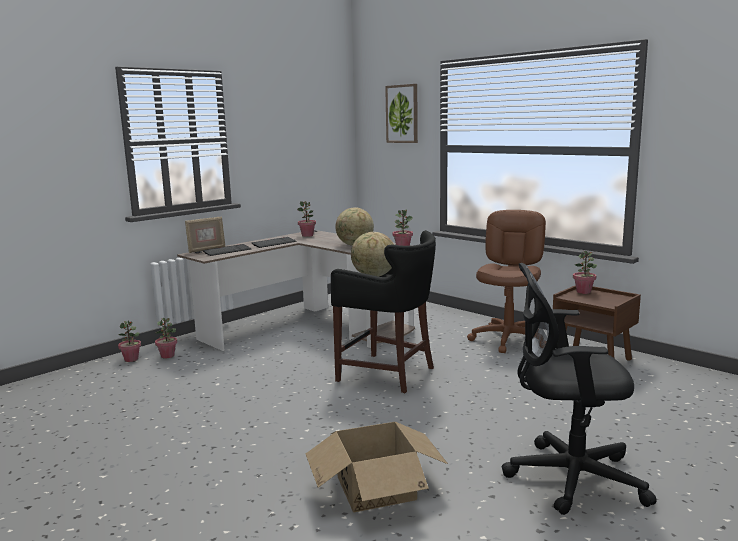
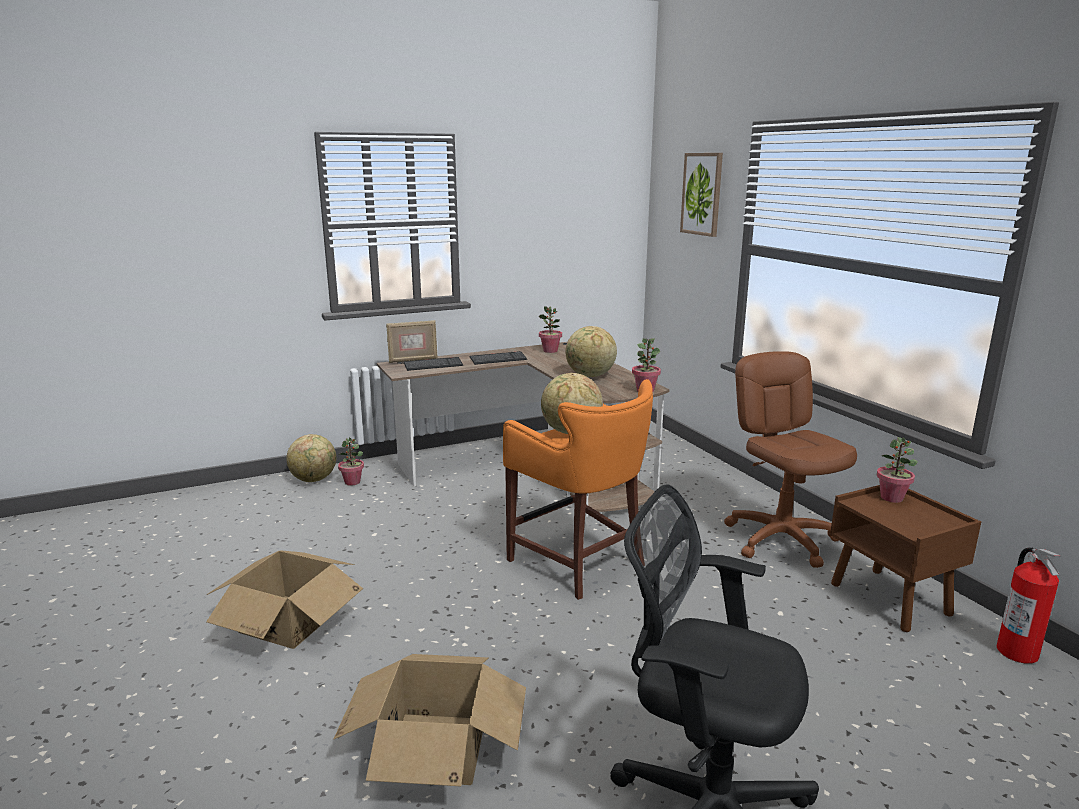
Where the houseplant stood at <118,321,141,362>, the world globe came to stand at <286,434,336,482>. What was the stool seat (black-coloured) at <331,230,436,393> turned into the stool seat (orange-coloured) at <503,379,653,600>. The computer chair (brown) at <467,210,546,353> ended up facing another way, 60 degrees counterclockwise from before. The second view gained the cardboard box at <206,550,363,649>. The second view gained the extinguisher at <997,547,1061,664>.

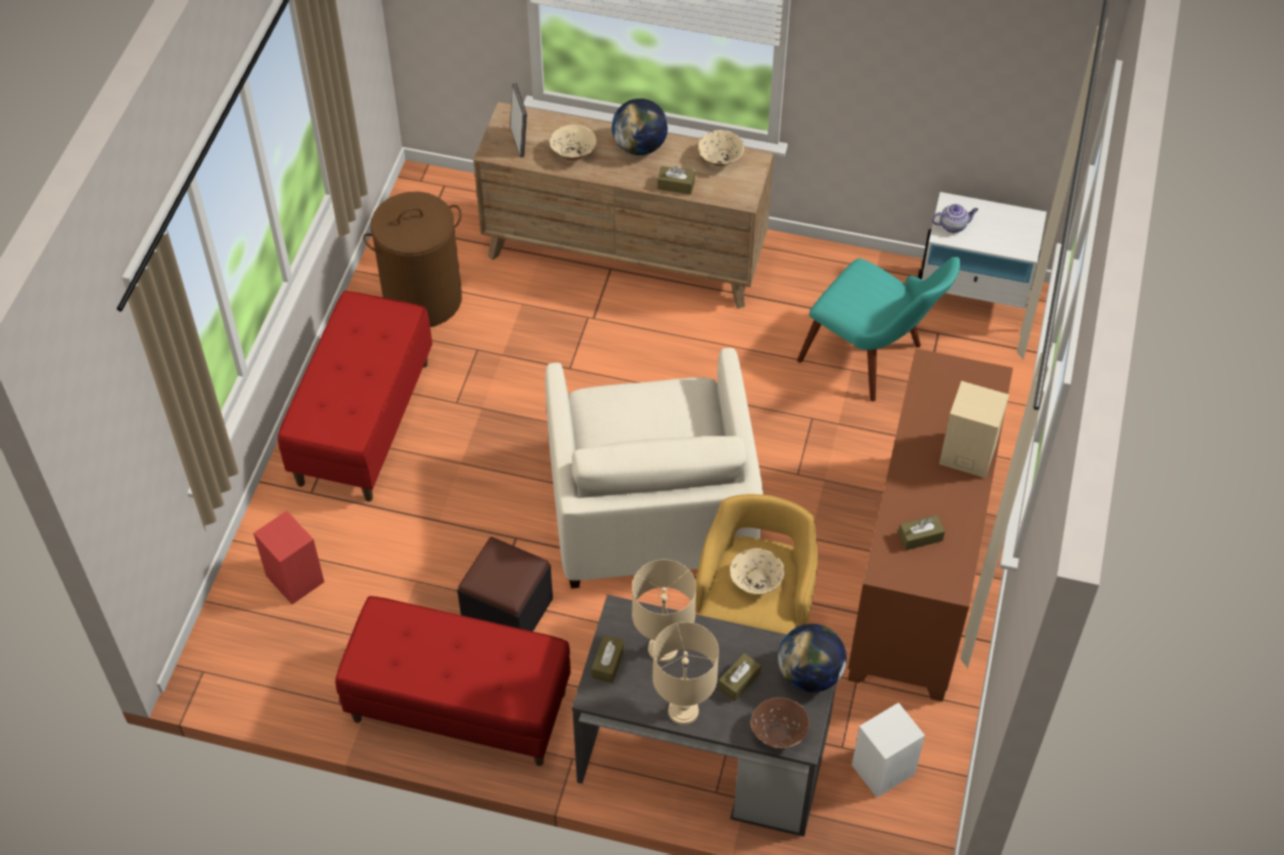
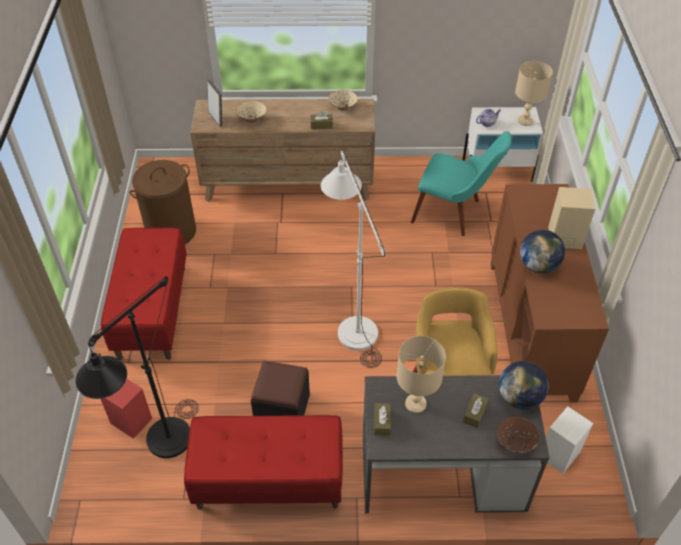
Where the lounge chair (beige-coloured) stood at <545,348,763,589>, the standing lamp (white-coloured) came to stand at <321,150,385,368>. The world globe ended up elsewhere, having gone from <612,98,668,155> to <520,230,565,273>. The table lamp (beige-coloured) ended up elsewhere, having gone from <653,622,719,725> to <515,61,553,126>. The second view lost the serving bowl (beige-coloured) at <730,548,785,594>. The second view lost the tissue box (brown) at <898,515,945,550>. The second view gained the standing lamp (black-coloured) at <75,276,199,458>.

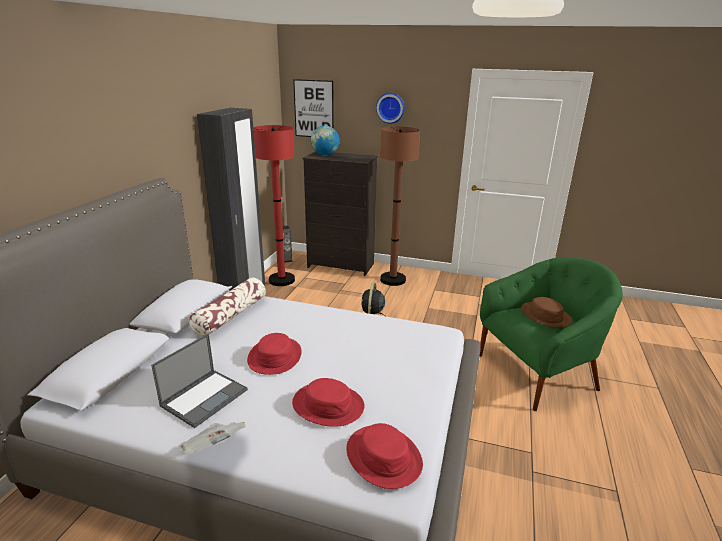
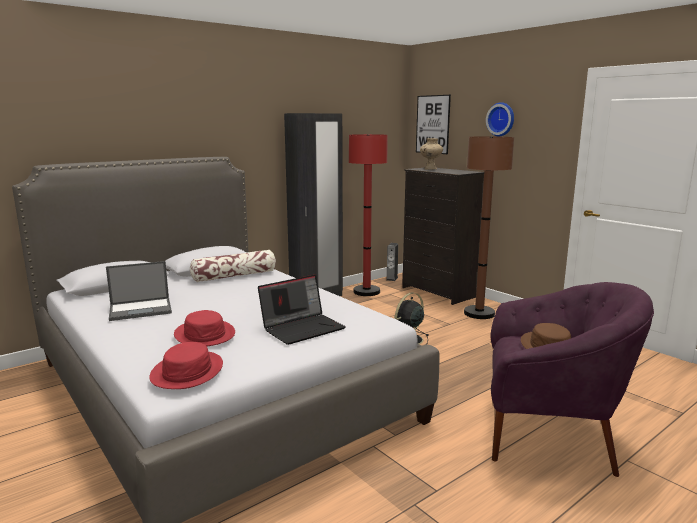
The second view lost the daily paper at <179,422,246,454>. The second view lost the clothing hat (reddish) at <247,333,302,375>. Where the world globe stood at <311,126,340,155>, the vase (beige-coloured) came to stand at <420,138,443,170>. What was the lounge chair (greenish) at <480,257,623,411> turned into the lounge chair (purple-coloured) at <491,282,654,477>. The second view gained the laptop at <258,275,346,345>.

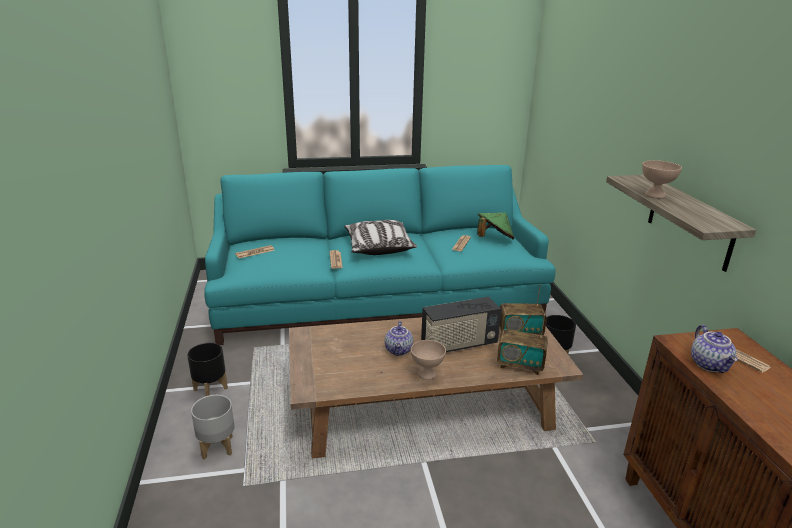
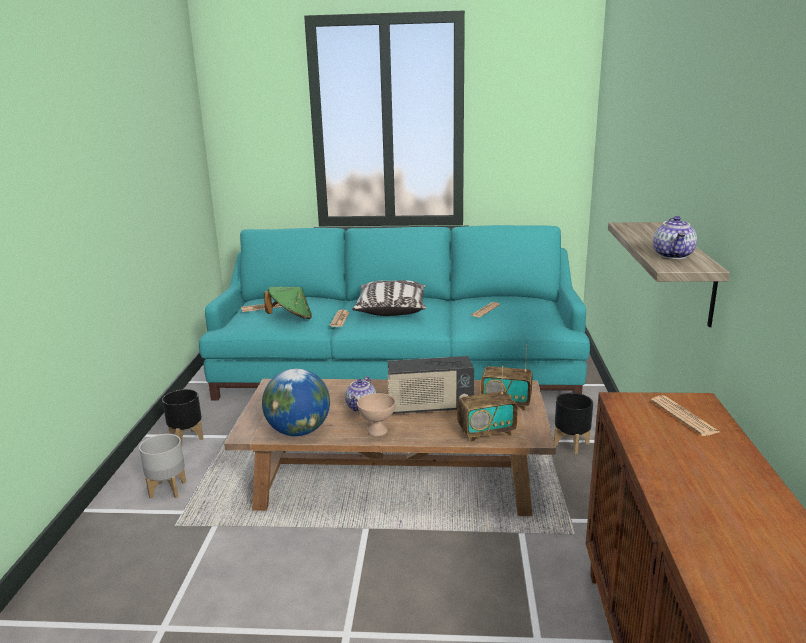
The clothing hat (greenish) ended up elsewhere, having gone from <477,212,515,239> to <264,287,312,319>. The radio set at <497,314,548,375> ended up facing another way, 45 degrees counterclockwise from before. The second view lost the serving bowl (beige-coloured) at <642,160,682,199>. The pot for tea ended up elsewhere, having gone from <691,325,738,373> to <653,216,697,259>. The second view gained the world globe at <262,369,330,436>.

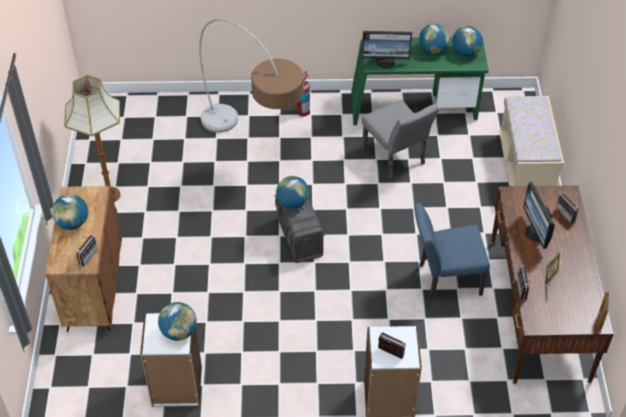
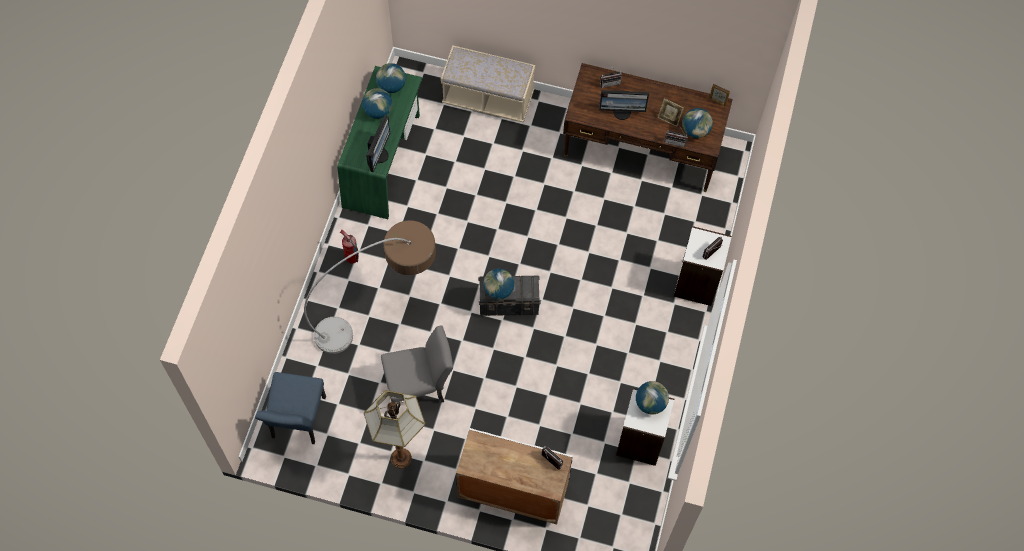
What was the cupboard (brown) at <45,186,122,332> turned into the cupboard (white-coloured) at <456,428,573,524>. The world globe ended up elsewhere, having gone from <52,194,88,230> to <682,108,713,138>. The upright chair (grey) ended up elsewhere, having gone from <362,100,439,180> to <381,325,453,408>. The upright chair (blue-coloured) ended up elsewhere, having gone from <414,203,490,301> to <255,372,326,444>.

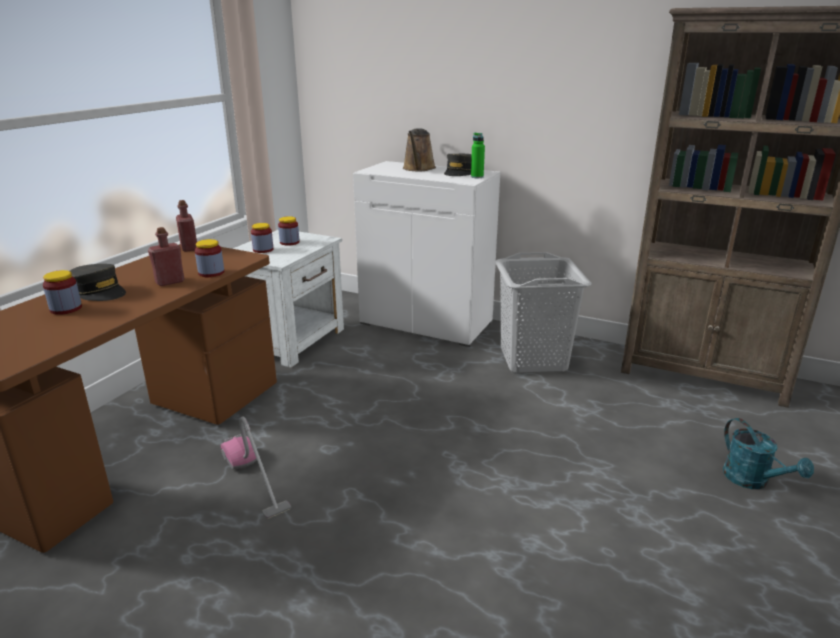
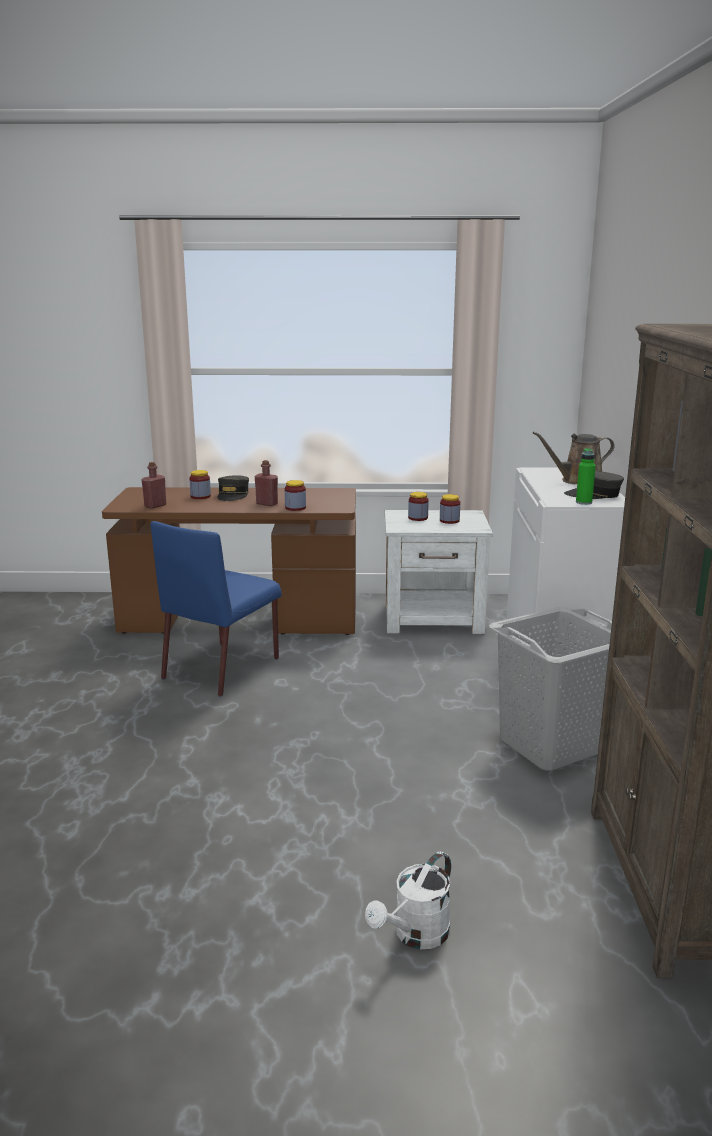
The drink bottle (reddish) ended up elsewhere, having gone from <176,200,197,252> to <142,462,166,509>. Where the vacuum stood at <221,416,291,519>, the upright chair (blue-coloured) came to stand at <151,521,282,696>. What was the watering can (turquoise-coloured) at <723,418,814,489> turned into the watering can (white-coloured) at <365,852,451,949>.

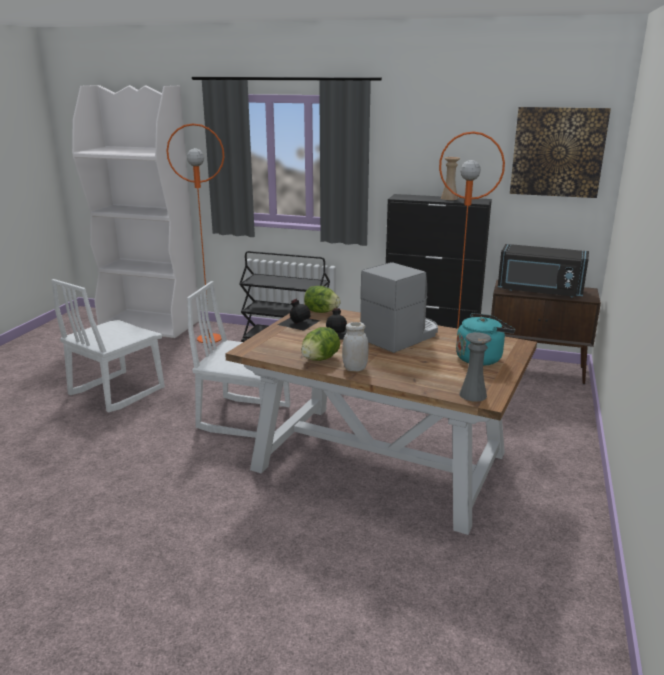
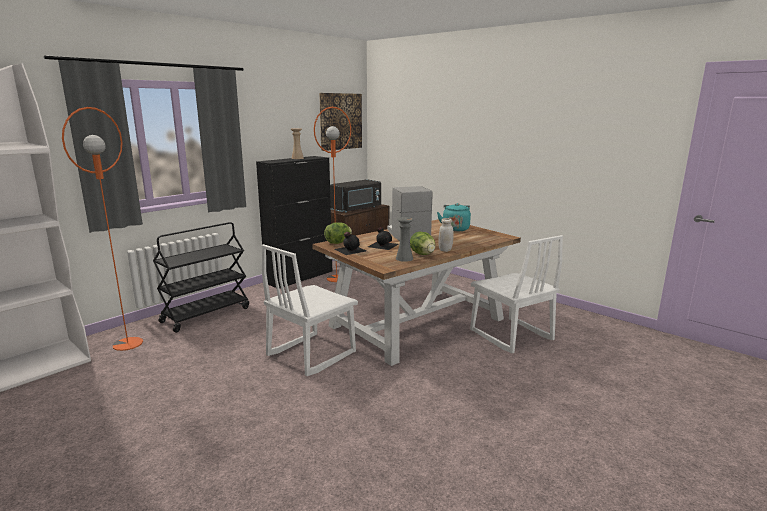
The upright chair (white-coloured) ended up elsewhere, having gone from <51,279,165,412> to <470,235,563,353>. The vase (grey) ended up elsewhere, having gone from <459,332,492,402> to <396,217,413,262>.

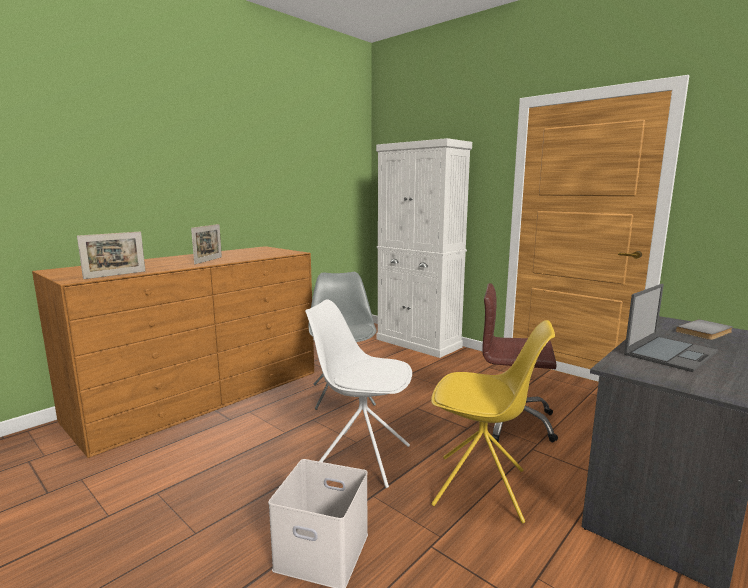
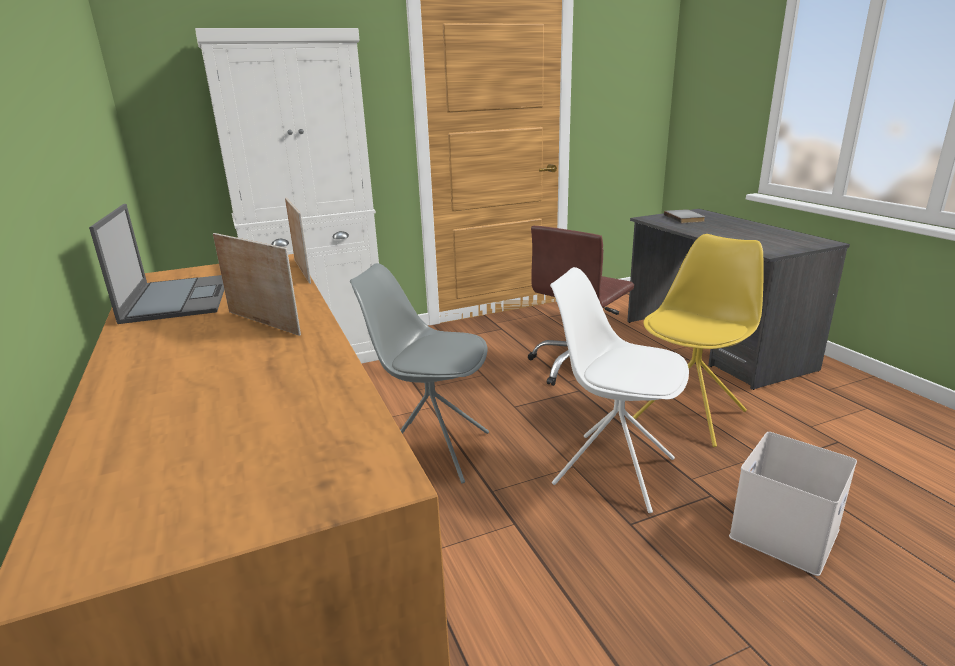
The picture frame ended up elsewhere, having gone from <77,231,146,279> to <285,197,311,284>. The upright chair (white-coloured) at <305,300,412,488> ended up facing another way, 75 degrees clockwise from before. The laptop ended up elsewhere, having gone from <624,284,718,372> to <89,204,224,324>.

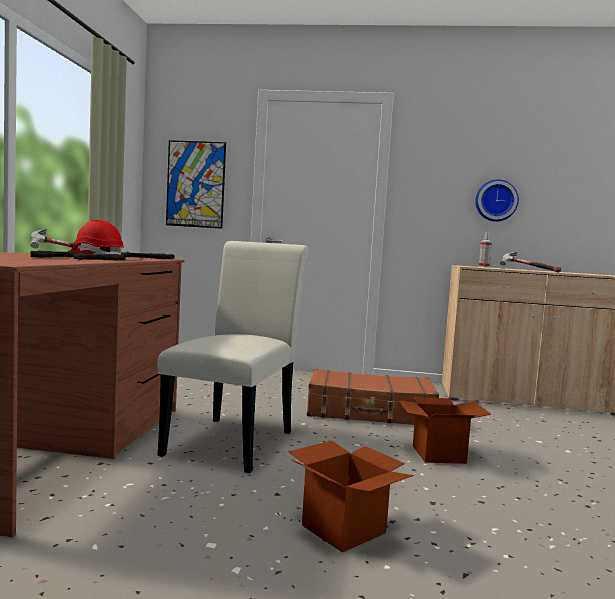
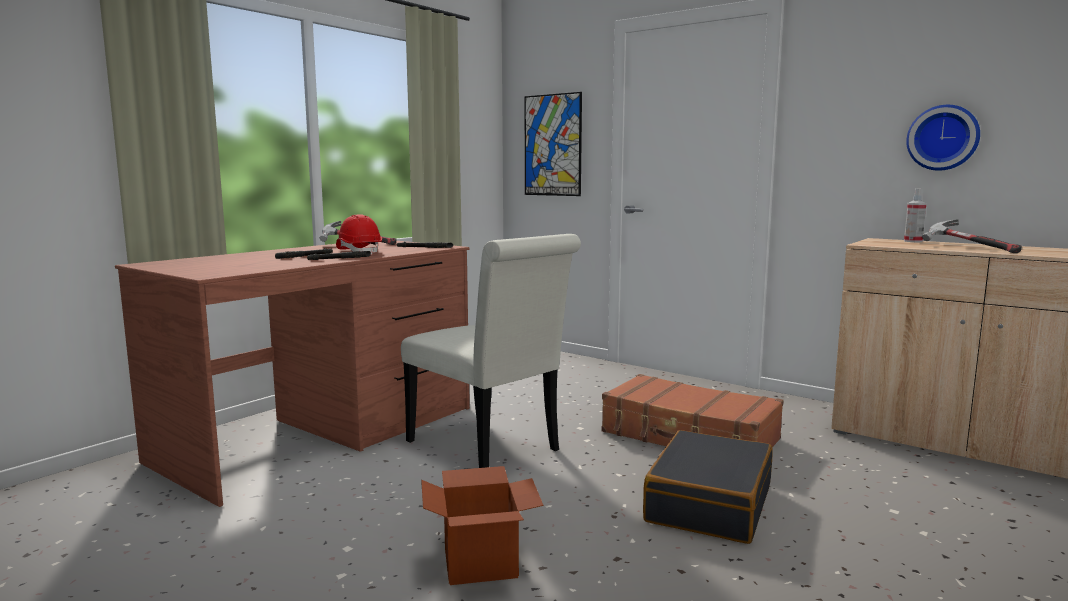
The upright chair (white-coloured) at <157,241,309,473> ended up facing another way, 90 degrees clockwise from before. Where the cardboard box stood at <398,397,491,464>, the suitcase (black-coloured) came to stand at <643,430,772,544>.

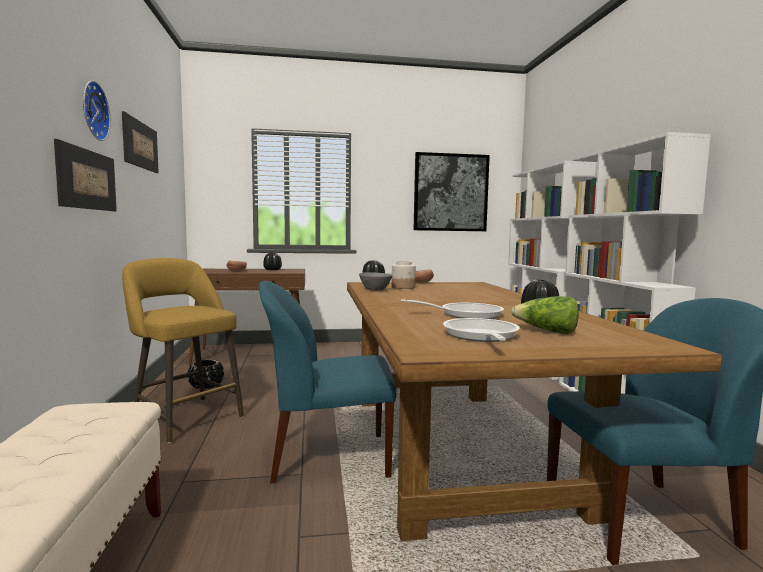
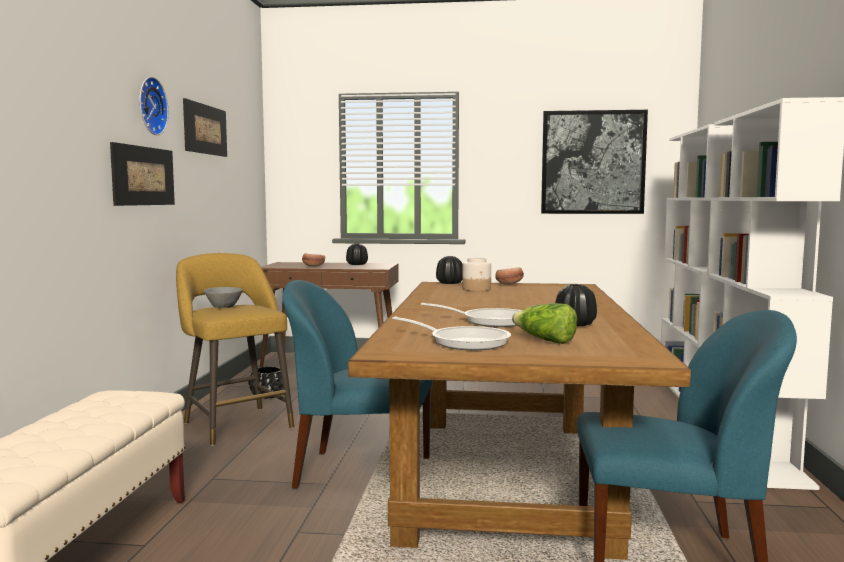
The serving bowl (grey) ended up elsewhere, having gone from <359,272,393,291> to <204,287,243,308>. The frying pan at <443,318,520,342> ended up facing another way, 105 degrees clockwise from before.

